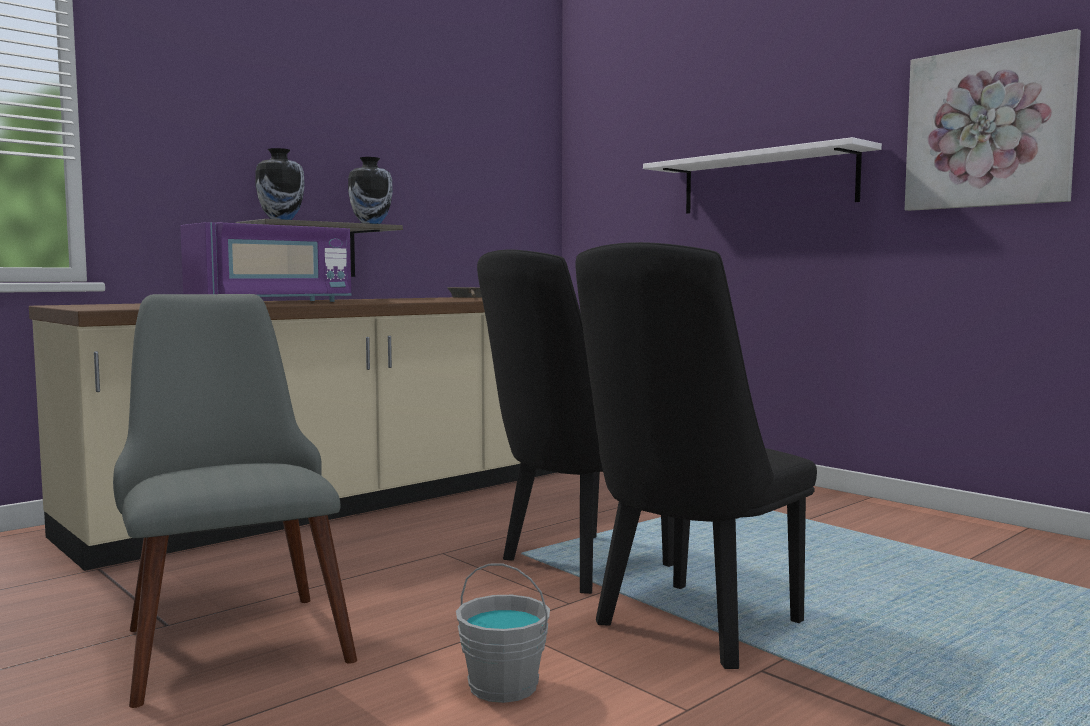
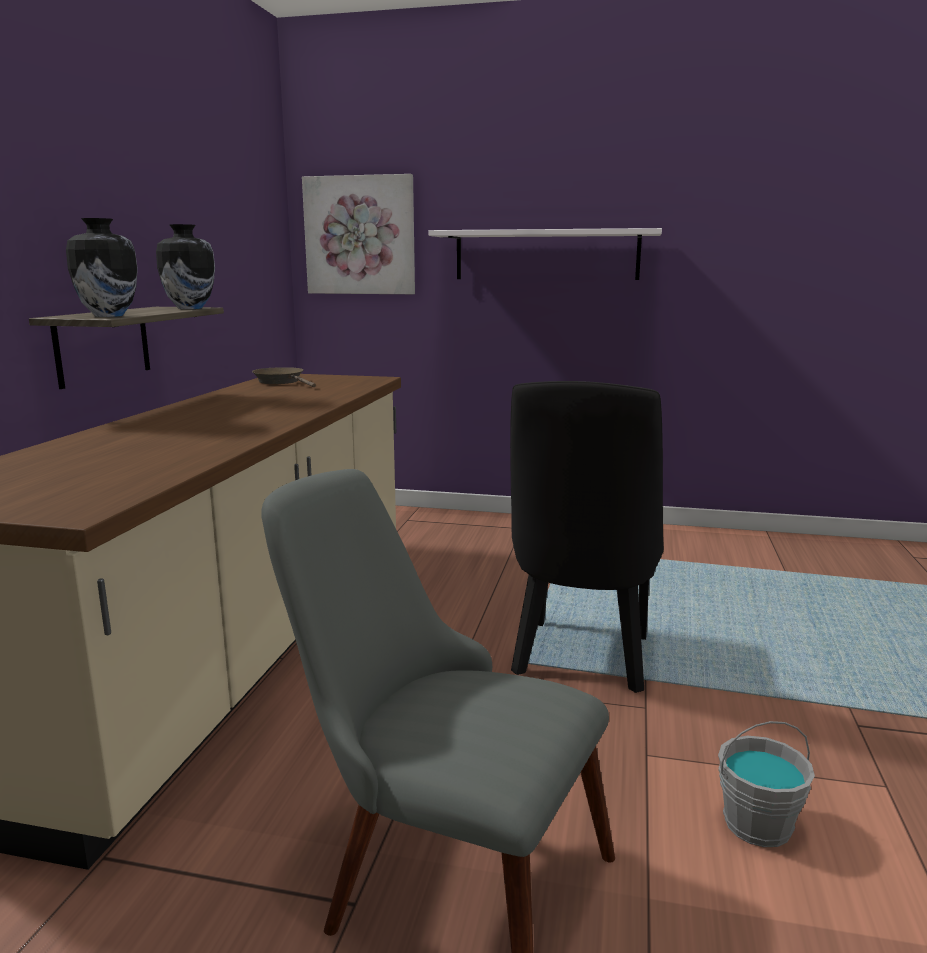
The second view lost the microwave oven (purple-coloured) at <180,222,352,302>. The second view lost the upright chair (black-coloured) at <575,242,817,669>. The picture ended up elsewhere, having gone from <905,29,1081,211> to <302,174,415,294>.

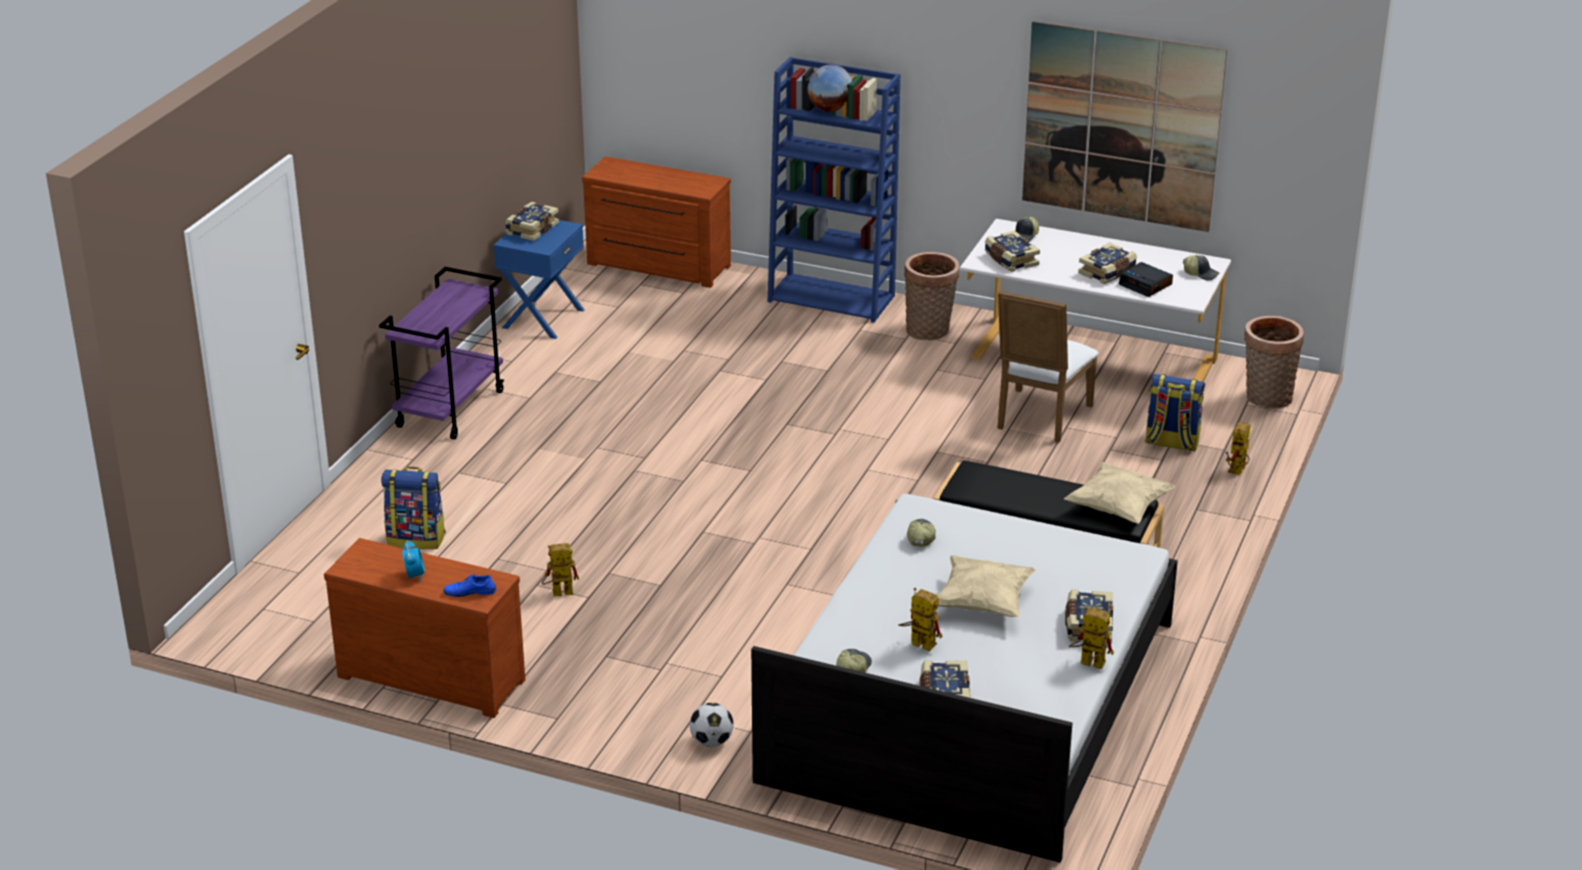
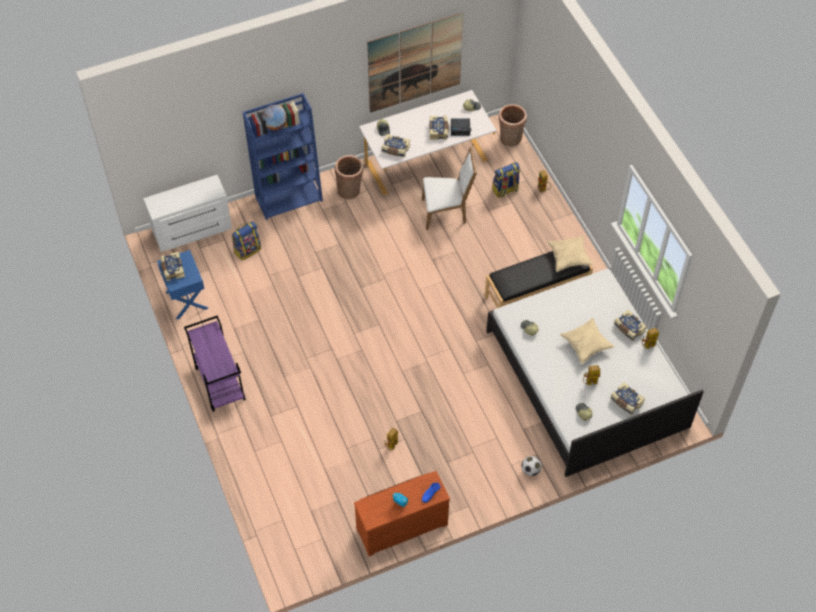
The rucksack ended up elsewhere, having gone from <381,467,446,549> to <232,221,261,261>. What was the drawer chest (brown) at <582,156,731,288> turned into the drawer chest (white-coloured) at <143,175,232,252>. The upright chair (white-coloured) at <997,291,1098,442> ended up facing another way, 75 degrees counterclockwise from before.

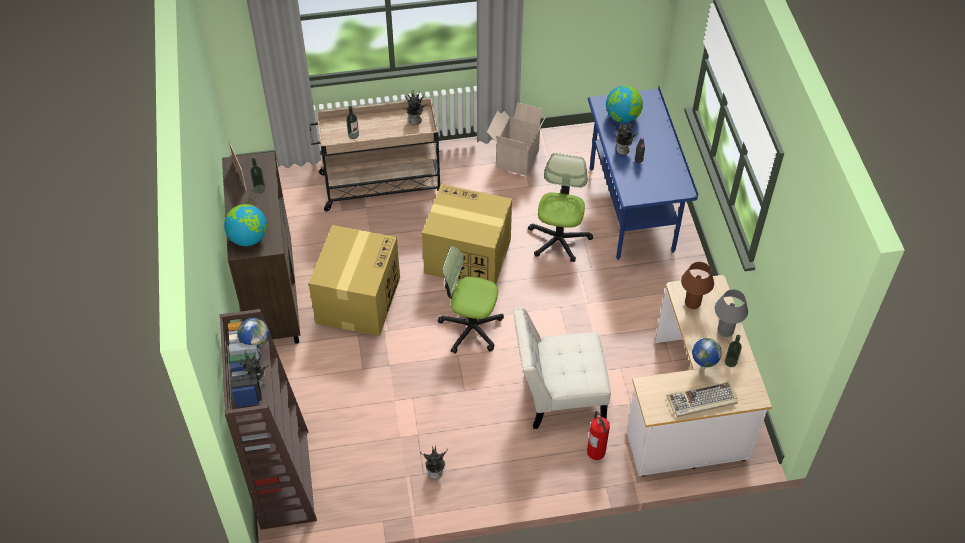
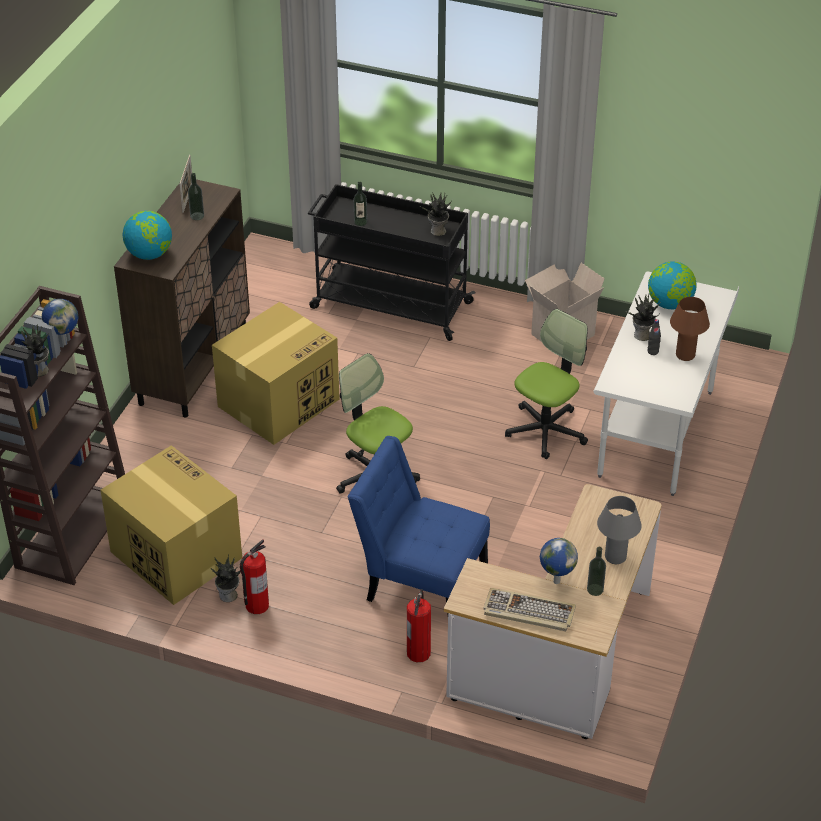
What was the trolley (beige-coloured) at <309,98,440,212> turned into the trolley (black-coloured) at <308,184,475,341>. The cardboard box ended up elsewhere, having gone from <422,184,512,284> to <101,445,242,605>. What was the upright chair (white-coloured) at <513,306,611,429> turned into the upright chair (blue-coloured) at <348,436,490,614>. What was the desk unit (blue-coloured) at <588,86,698,260> turned into the desk unit (white-coloured) at <593,272,739,496>. The table lamp (brown) ended up elsewhere, having gone from <681,262,714,309> to <670,297,710,361>. The second view gained the extinguisher at <240,539,269,614>.

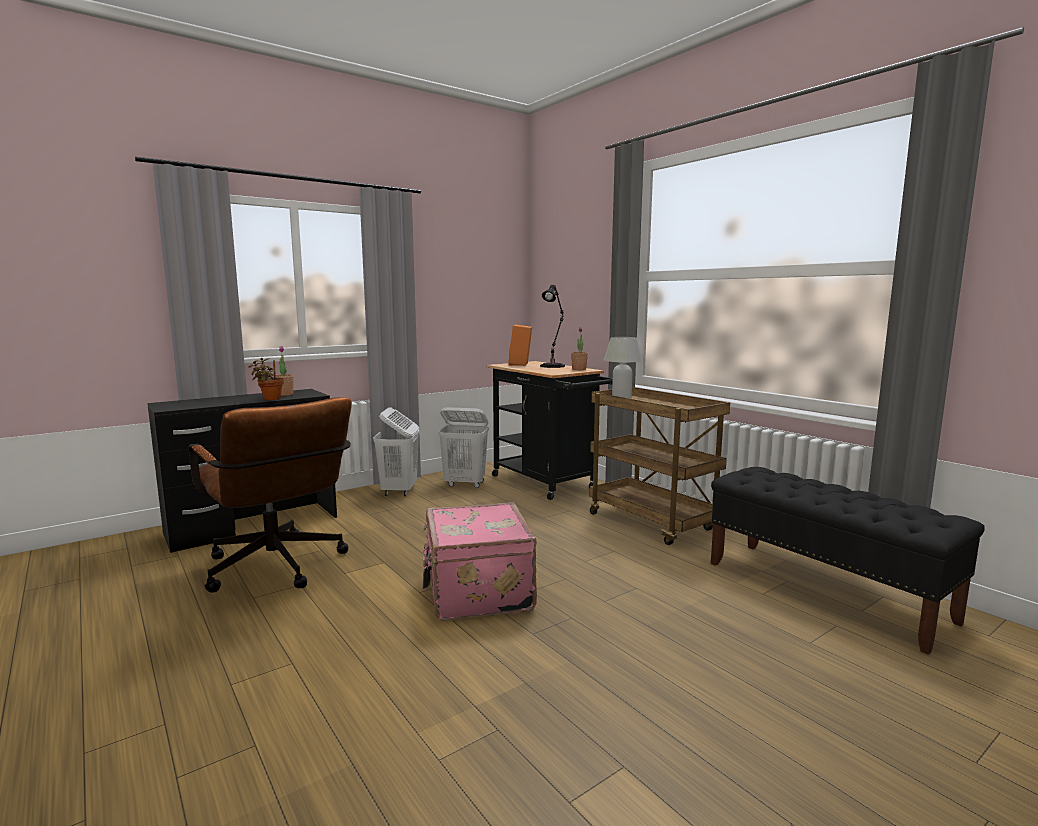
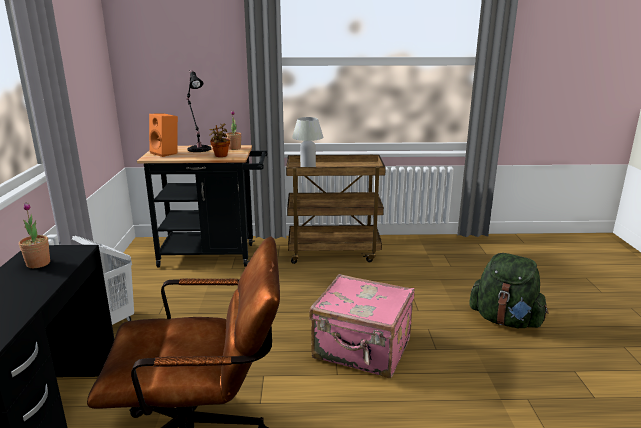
The houseplant ended up elsewhere, having gone from <249,358,284,400> to <209,123,230,157>. The second view lost the laundry basket (white-coloured) at <438,407,489,488>. The second view lost the long seat (black-coloured) at <711,467,985,655>. The second view gained the rucksack (greenish) at <469,253,549,328>.

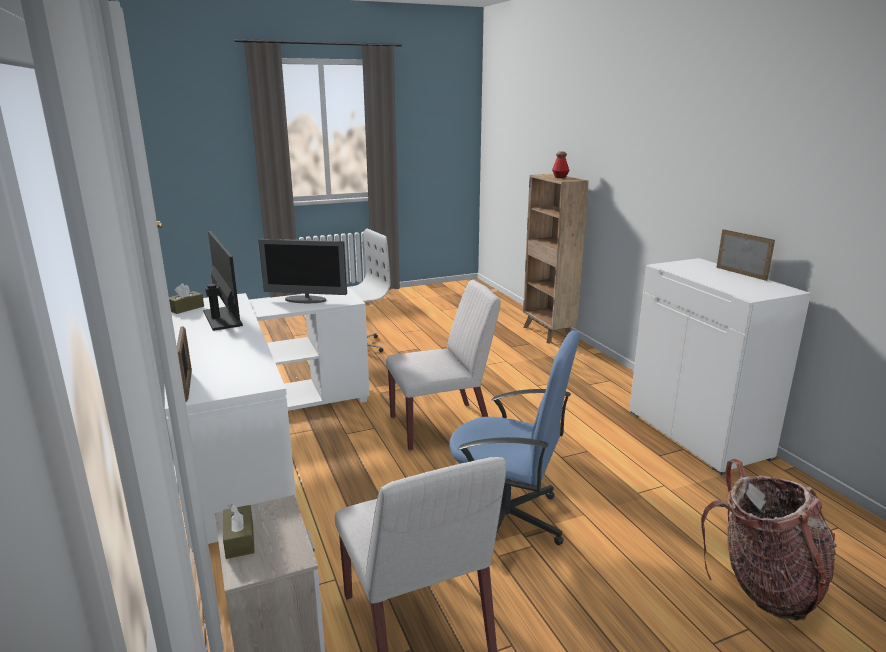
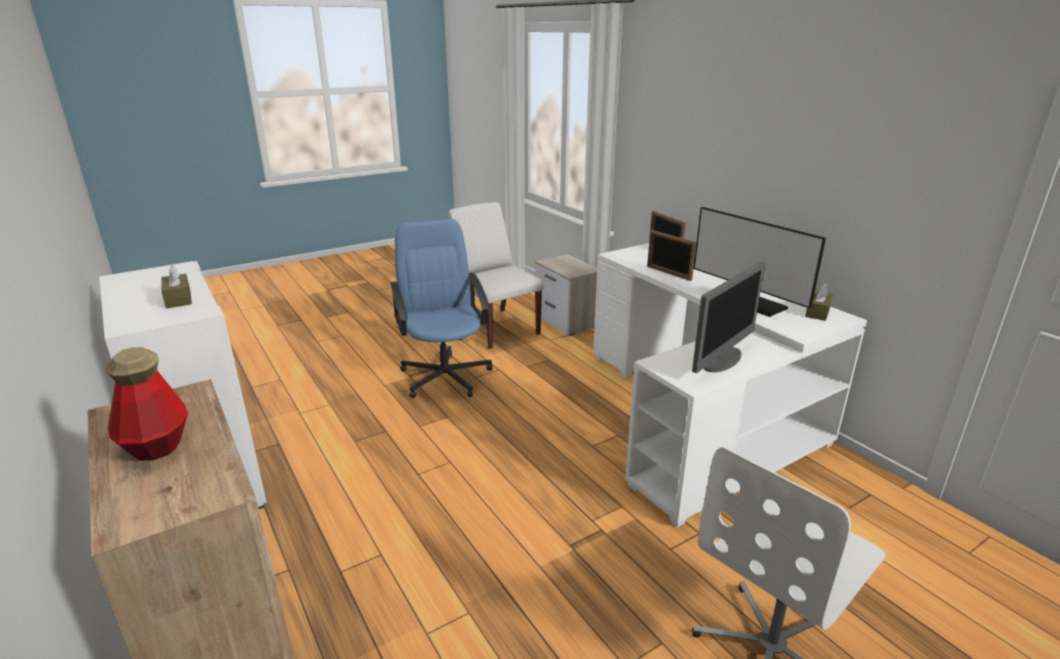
The tissue box (brown) ended up elsewhere, having gone from <223,504,255,559> to <161,265,192,308>. The monitor at <258,239,347,303> ended up facing another way, 135 degrees clockwise from before. The second view lost the upright chair (white-coloured) at <386,280,501,451>. The computer chair (blue-coloured) at <449,331,580,545> ended up facing another way, 60 degrees clockwise from before. The second view lost the rucksack at <701,459,837,621>. The picture frame ended up elsewhere, having gone from <716,229,775,281> to <647,230,697,281>.

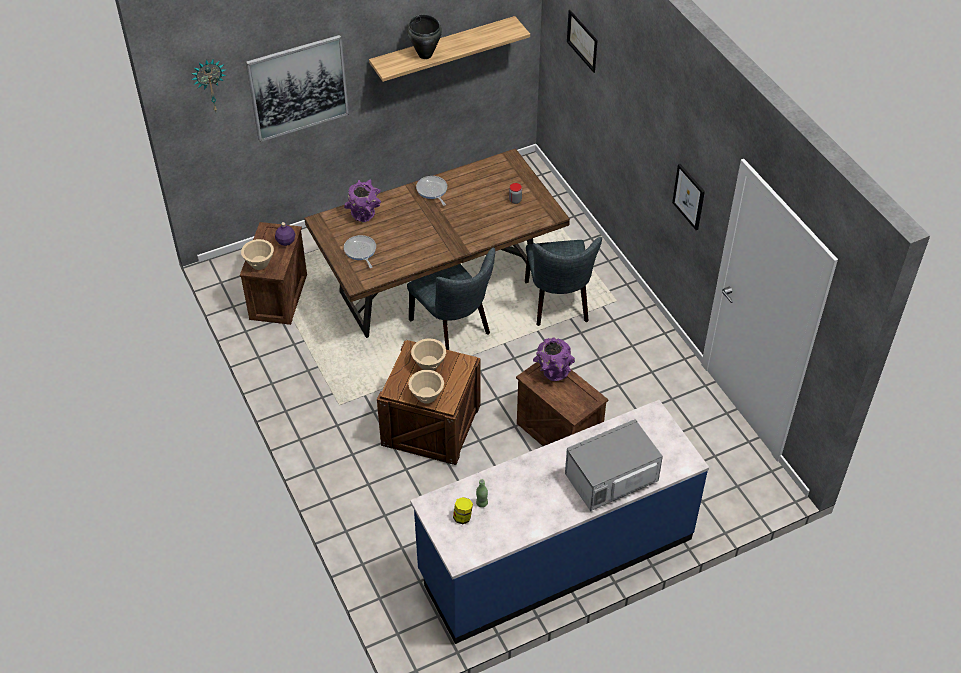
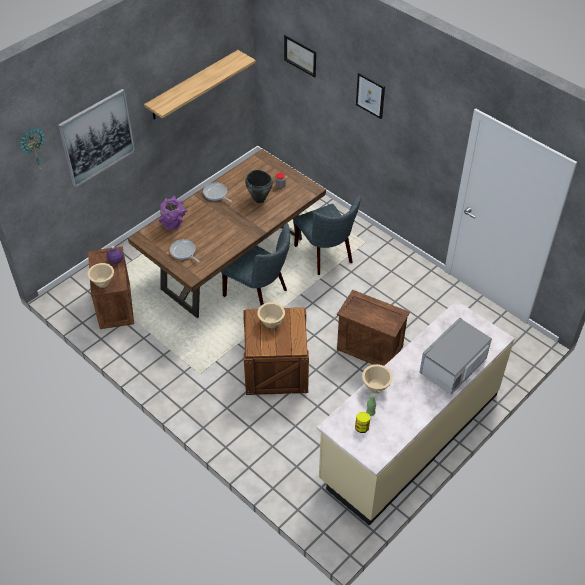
The cooking pot (black-coloured) ended up elsewhere, having gone from <407,14,442,59> to <245,170,273,203>. The serving bowl (beige-coloured) ended up elsewhere, having gone from <408,370,444,404> to <362,364,393,393>. What was the counter (blue-coloured) at <410,400,709,644> turned into the counter (beige-coloured) at <317,300,515,525>. The second view lost the vase (purple-coloured) at <533,338,575,381>. The picture ended up elsewhere, having gone from <672,164,705,230> to <356,73,385,119>.

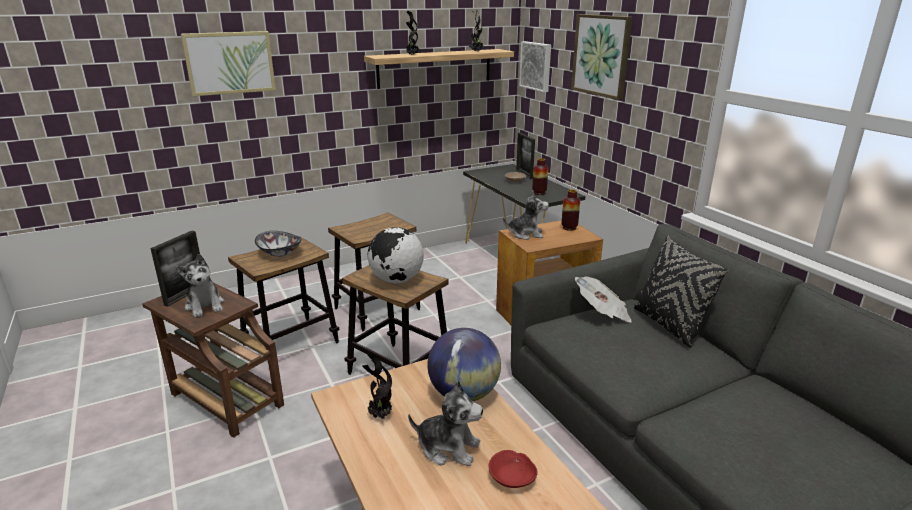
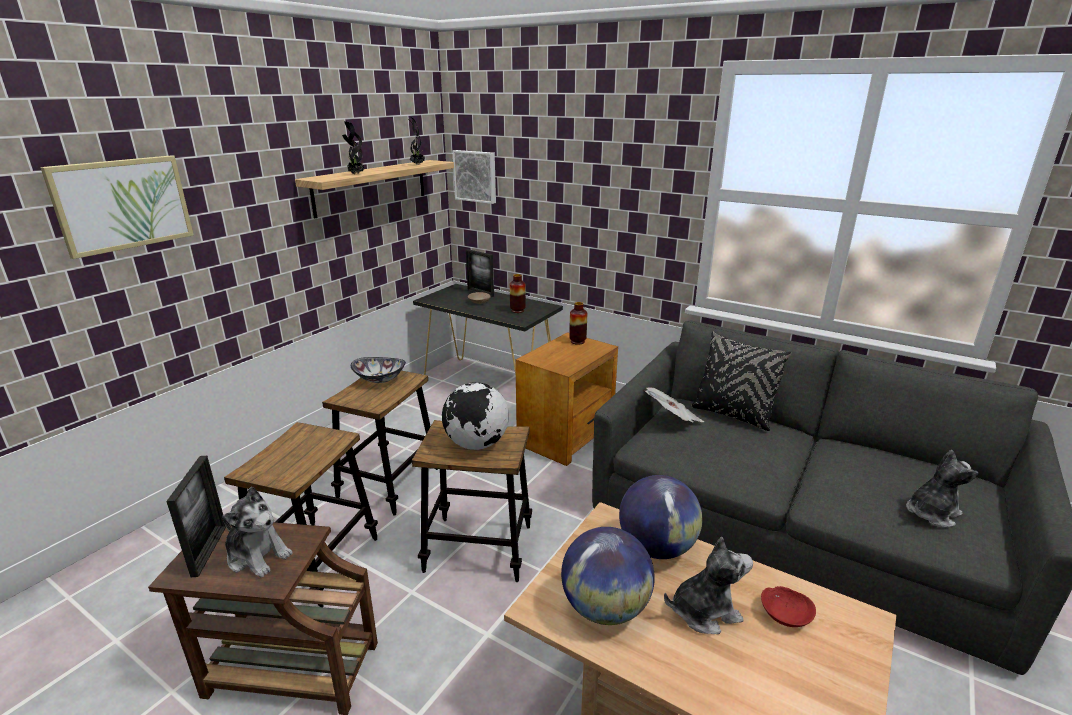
The serving bowl ended up elsewhere, having gone from <255,231,302,257> to <351,357,406,383>. Where the houseplant stood at <362,354,392,419>, the world globe came to stand at <561,527,655,625>. The soft toy ended up elsewhere, having gone from <503,190,549,240> to <906,450,979,527>. The second view lost the picture at <571,14,632,100>.

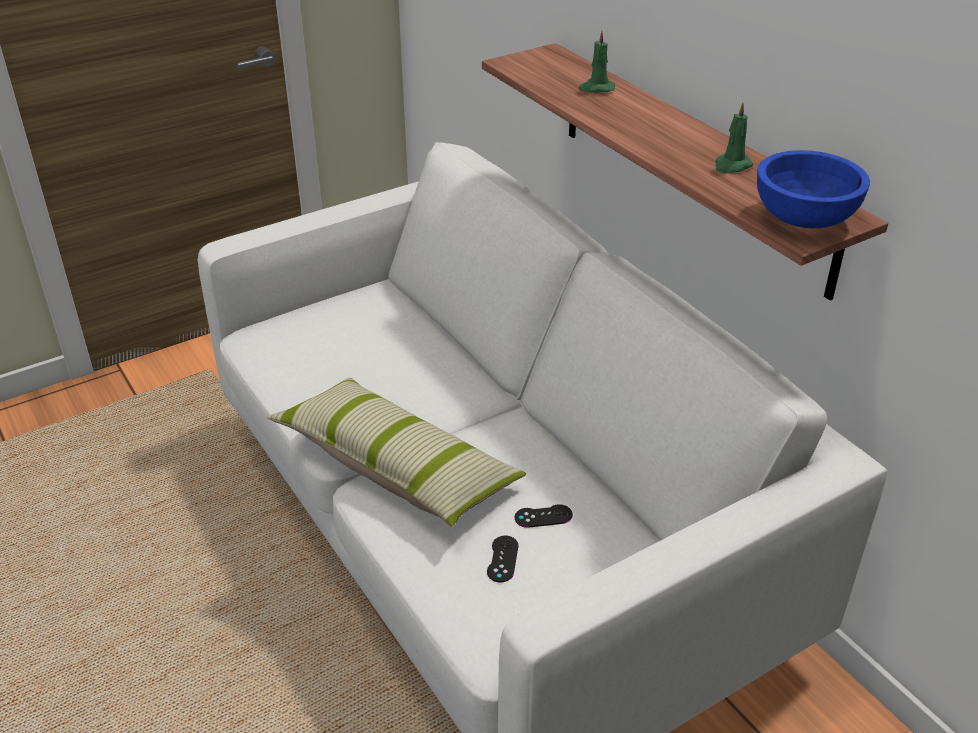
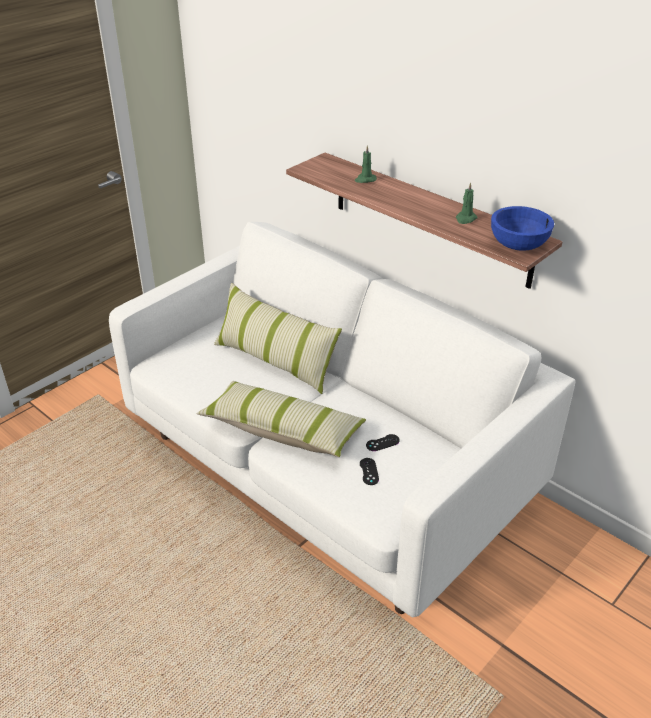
The second view gained the throw pillow at <214,283,342,394>.

